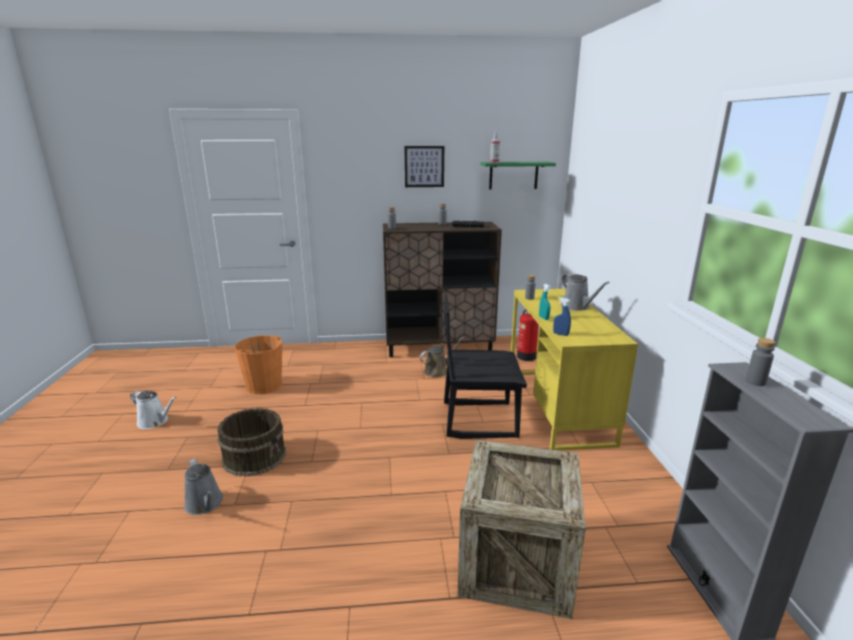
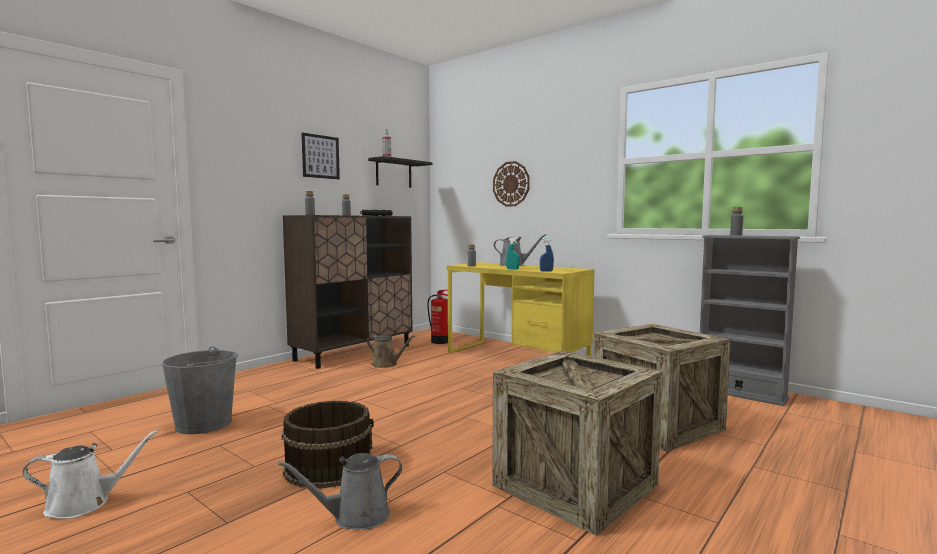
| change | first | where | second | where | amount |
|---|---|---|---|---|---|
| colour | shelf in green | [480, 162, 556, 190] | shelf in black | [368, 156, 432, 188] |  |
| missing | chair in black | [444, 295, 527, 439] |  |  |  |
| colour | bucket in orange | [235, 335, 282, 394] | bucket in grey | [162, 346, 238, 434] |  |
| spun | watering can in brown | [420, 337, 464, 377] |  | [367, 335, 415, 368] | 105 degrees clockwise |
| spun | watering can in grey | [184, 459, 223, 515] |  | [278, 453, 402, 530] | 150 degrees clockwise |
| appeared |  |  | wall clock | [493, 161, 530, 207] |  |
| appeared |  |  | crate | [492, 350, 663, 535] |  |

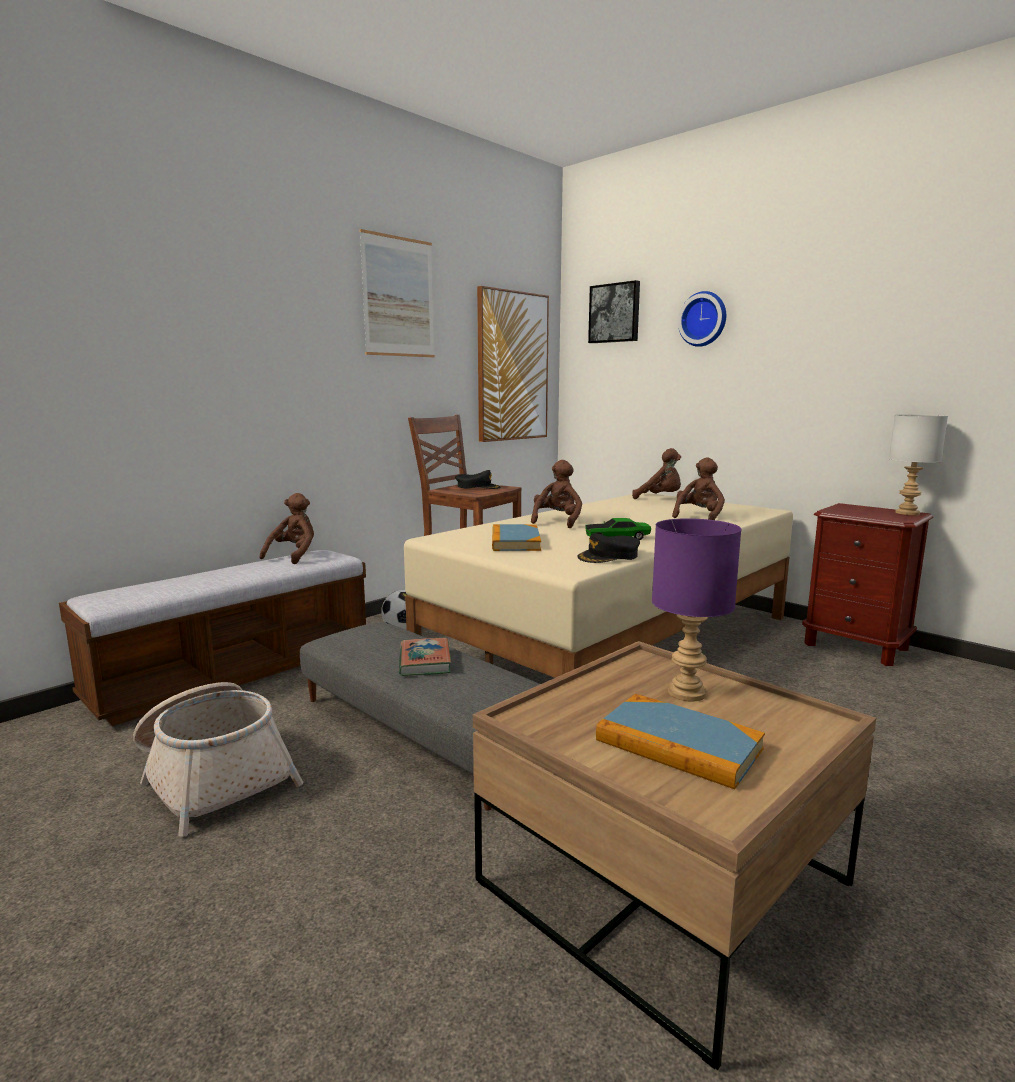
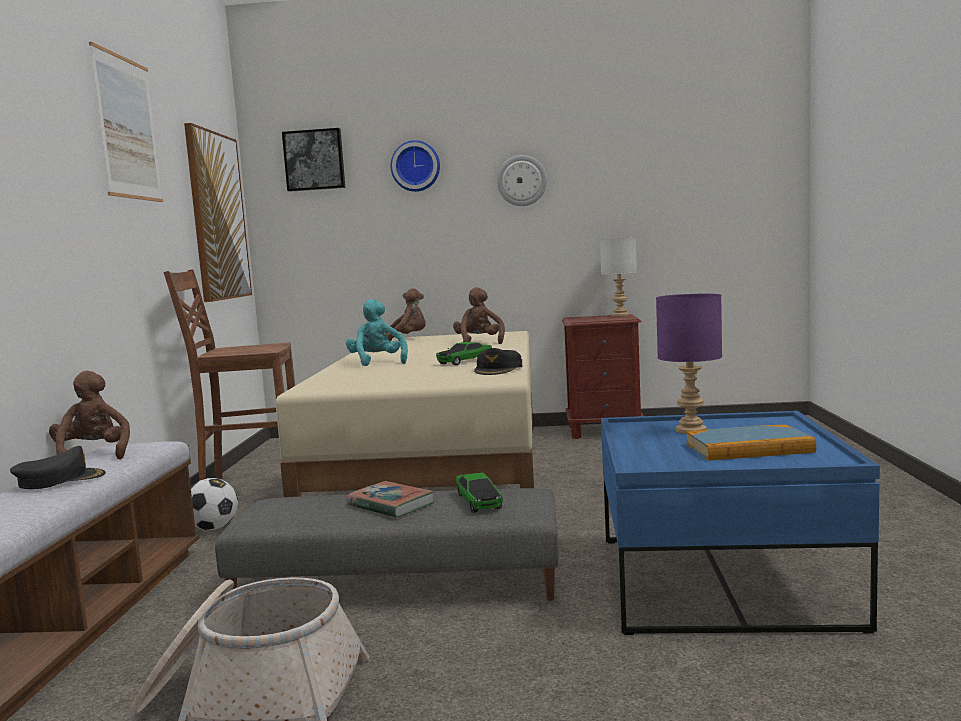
| change | first | where | second | where | amount |
|---|---|---|---|---|---|
| colour | plush toy in brown | [531, 460, 582, 528] | plush toy in turquoise | [346, 299, 408, 366] |  |
| relocated | cap in black | [455, 470, 500, 489] |  | [10, 446, 106, 489] |  |
| missing | book | [492, 524, 541, 551] |  |  |  |
| colour | coffee table in brown | [473, 641, 876, 1070] | coffee table in blue | [601, 411, 880, 635] |  |
| appeared |  |  | wall clock | [497, 155, 547, 206] |  |
| appeared |  |  | toy car | [456, 473, 503, 513] |  |

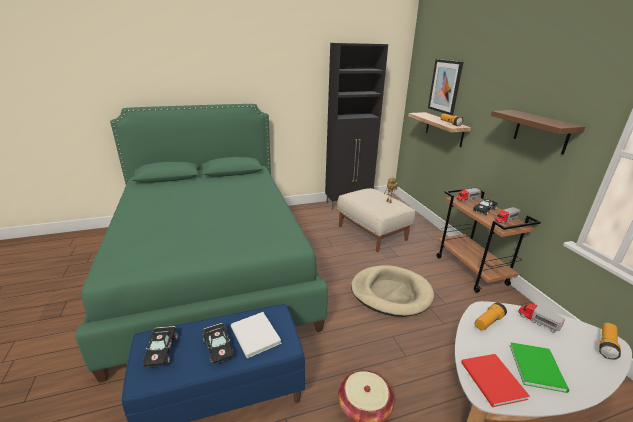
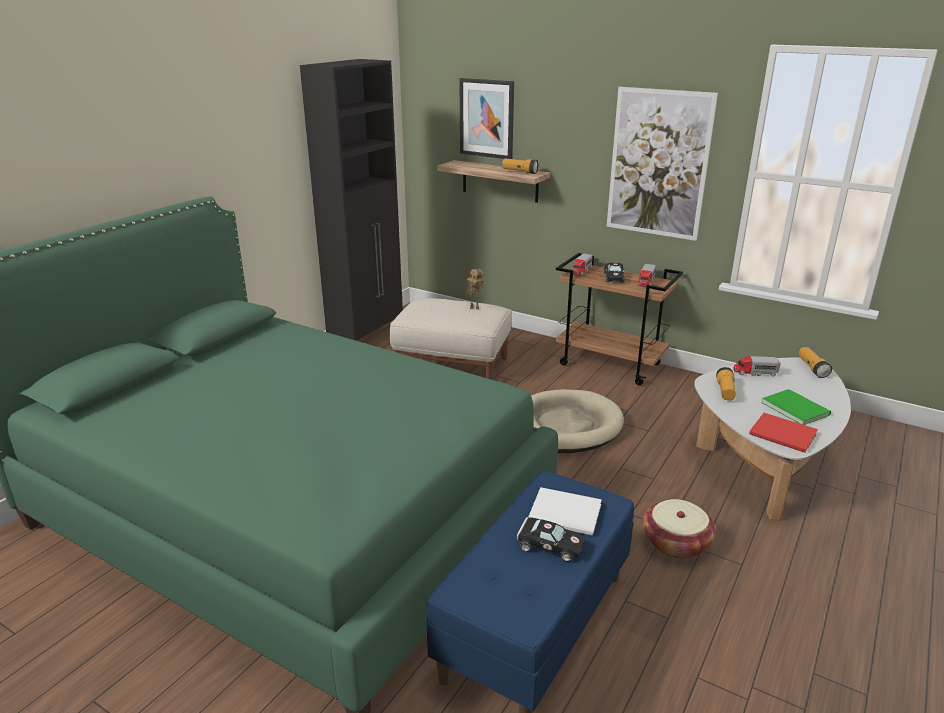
| change | first | where | second | where | amount |
|---|---|---|---|---|---|
| exchanged | shelf in brown | [491, 110, 585, 154] | picture | [607, 87, 718, 241] |  |
| missing | toy car in black | [143, 326, 178, 367] |  |  |  |

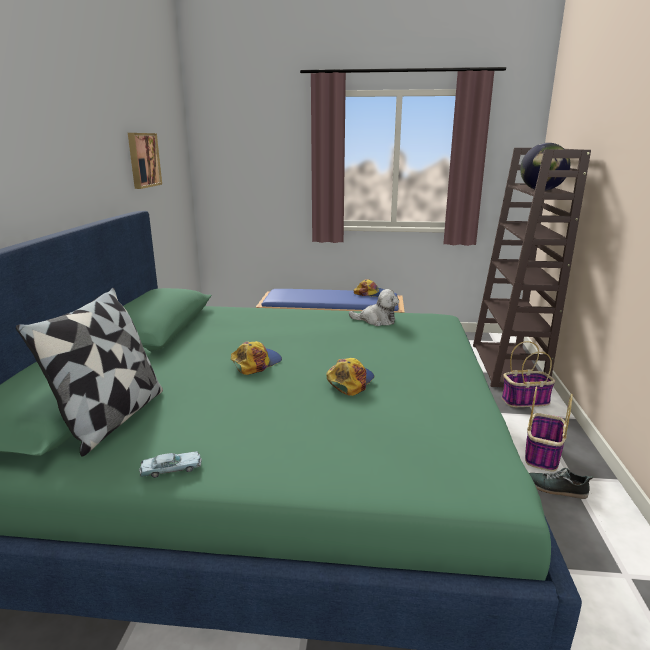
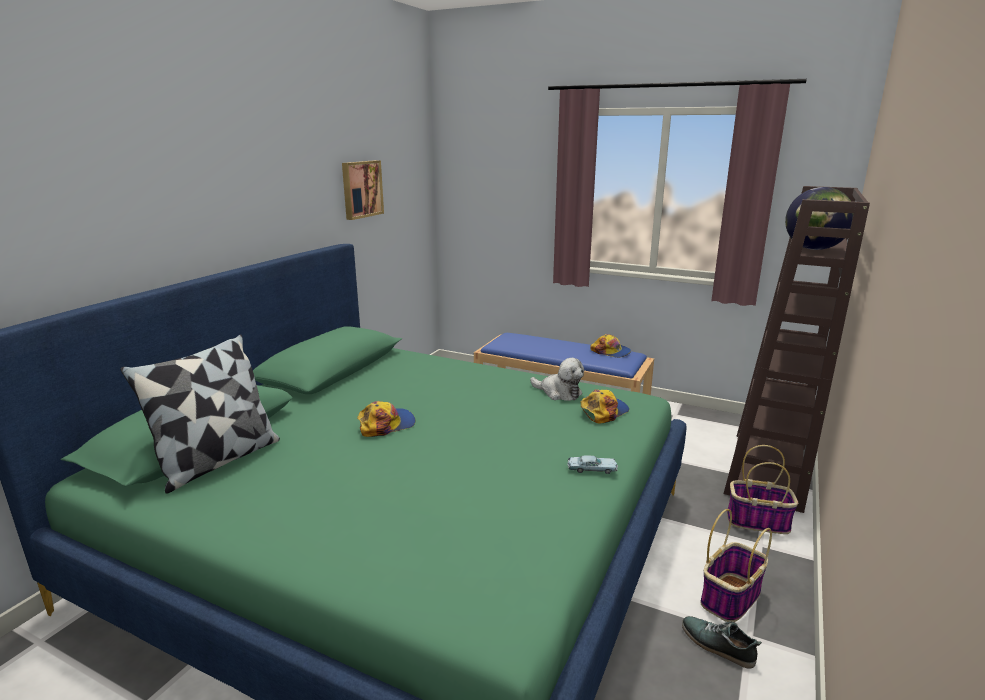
| change | first | where | second | where | amount |
|---|---|---|---|---|---|
| relocated | cap | [326, 358, 374, 396] |  | [581, 389, 629, 424] |  |
| relocated | toy car in blue | [139, 451, 202, 478] |  | [567, 456, 618, 474] |  |

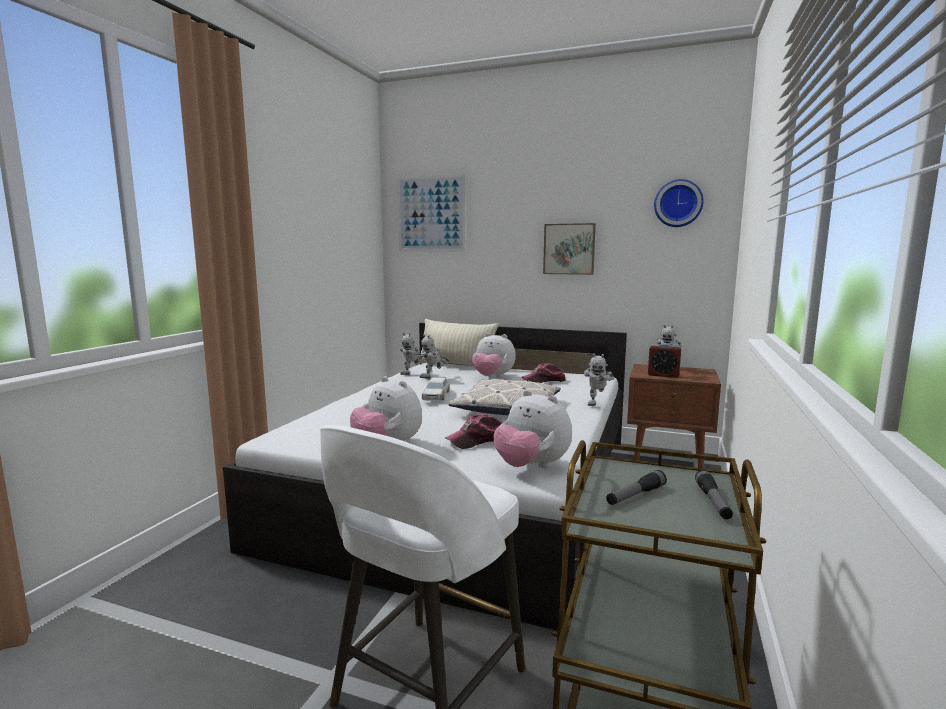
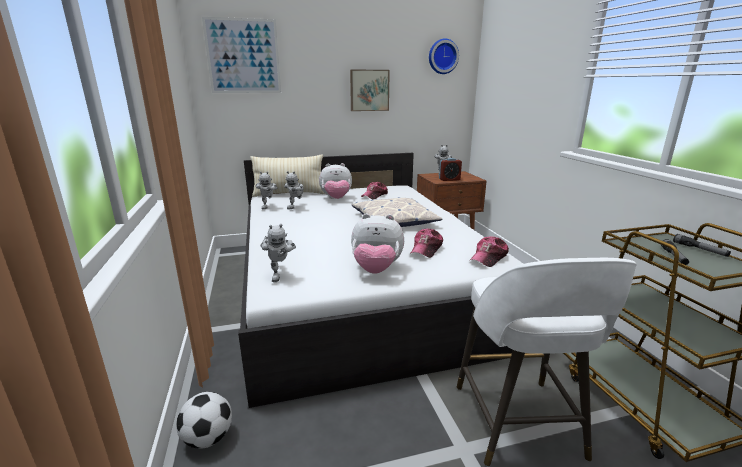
| change | first | where | second | where | amount |
|---|---|---|---|---|---|
| relocated | toy robot | [584, 353, 614, 406] |  | [261, 224, 296, 282] |  |
| missing | toy car | [422, 377, 450, 401] |  |  |  |
| exchanged | plush toy | [493, 390, 572, 468] | cap | [469, 236, 509, 267] |  |
| appeared |  |  | football | [177, 392, 232, 449] |  |

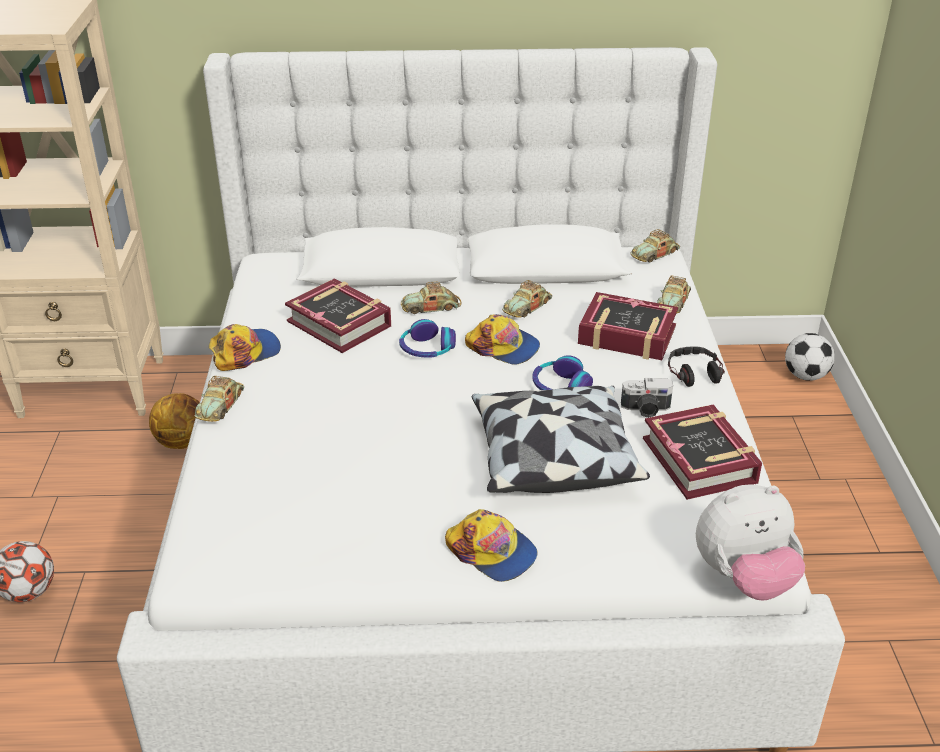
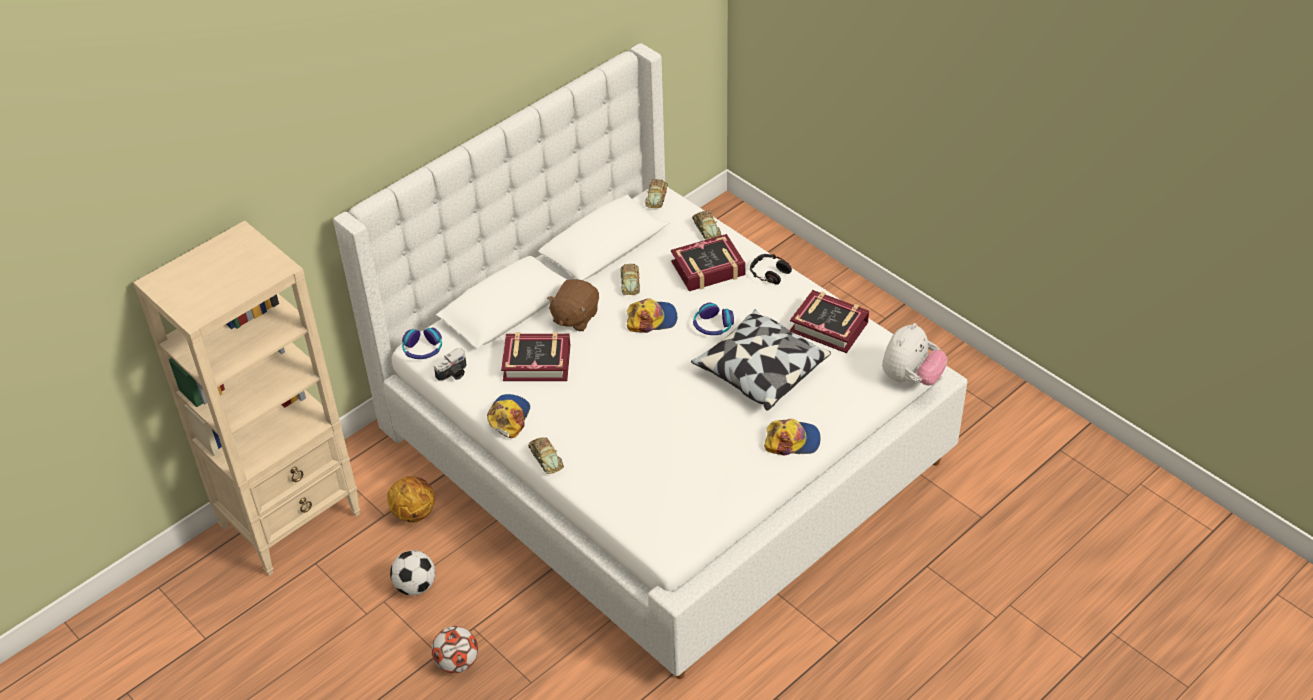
| change | first | where | second | where | amount |
|---|---|---|---|---|---|
| exchanged | toy car | [401, 282, 461, 314] | plush toy in brown | [547, 279, 599, 331] |  |
| relocated | headphones | [399, 319, 456, 358] |  | [402, 327, 442, 359] |  |
| relocated | football | [785, 333, 835, 381] |  | [390, 550, 435, 596] |  |
| relocated | photo camera | [621, 378, 673, 418] |  | [434, 348, 467, 381] |  |

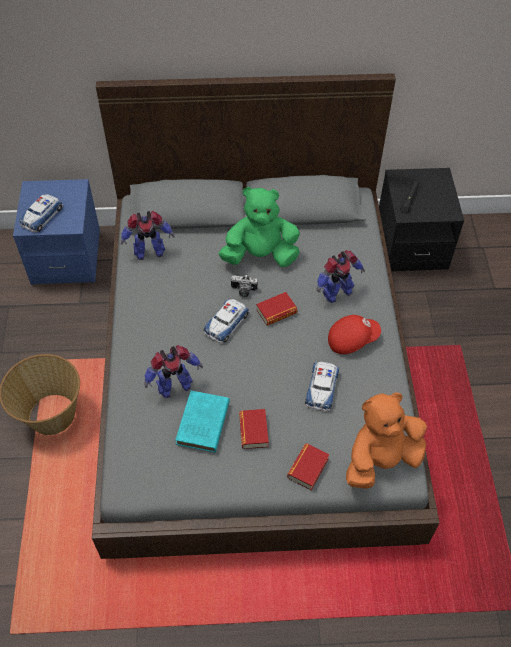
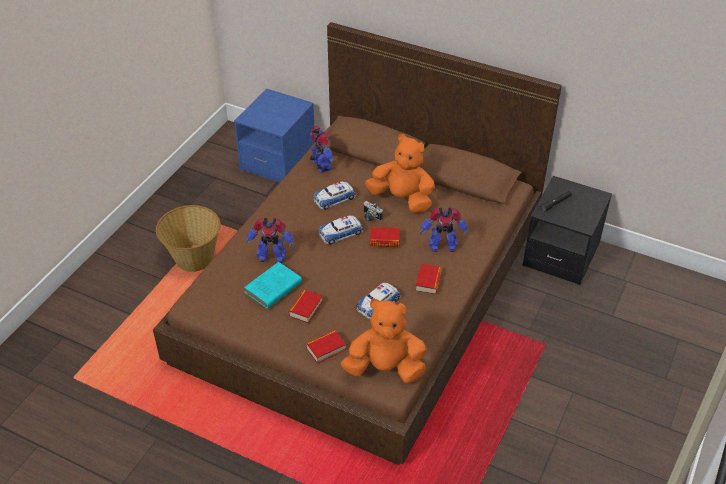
| change | first | where | second | where | amount |
|---|---|---|---|---|---|
| colour | bed in grey | [92, 73, 439, 559] | bed in brown | [153, 22, 562, 465] |  |
| colour | plush toy in green | [219, 187, 300, 267] | plush toy in orange | [365, 134, 435, 213] |  |
| relocated | toy car | [19, 194, 63, 233] |  | [313, 181, 356, 210] |  |
| spun | toy robot | [121, 211, 174, 260] |  | [310, 126, 334, 173] | 135 degrees counterclockwise |
| exchanged | cap in red | [328, 315, 381, 354] | book | [415, 264, 442, 294] |  |

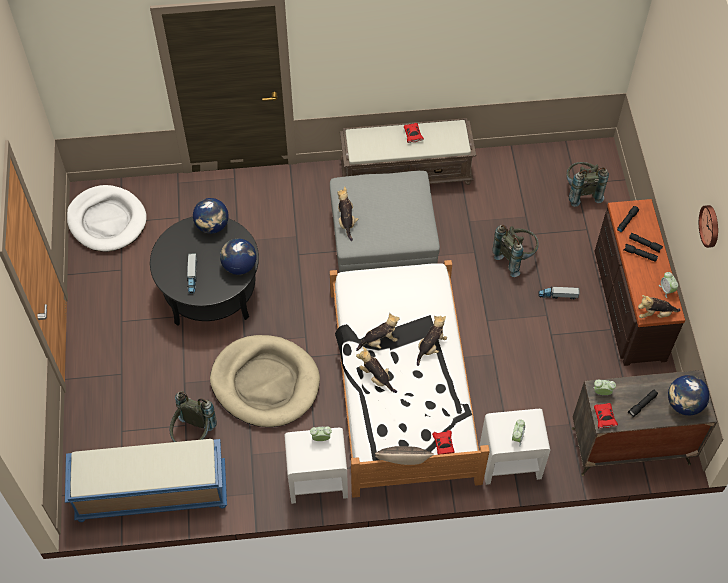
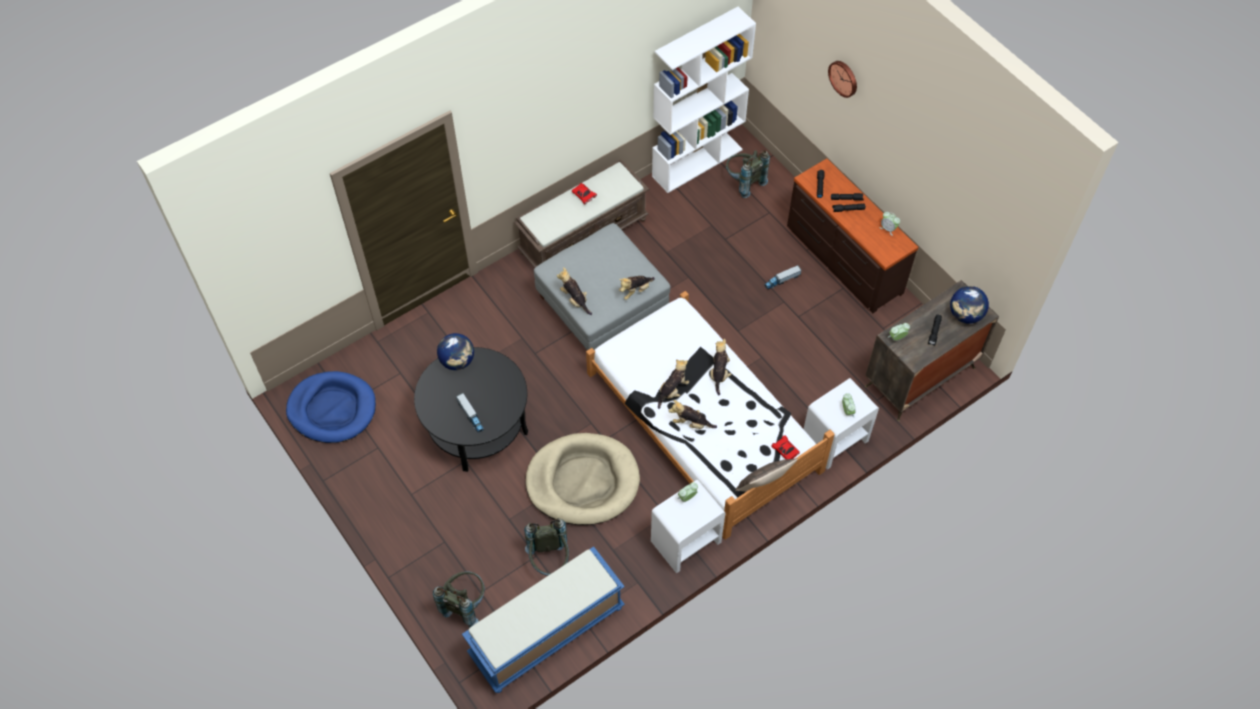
| change | first | where | second | where | amount |
|---|---|---|---|---|---|
| colour | dog bed in white | [67, 185, 147, 252] | dog bed in blue | [286, 371, 376, 443] |  |
| relocated | wall clock | [699, 205, 718, 248] |  | [828, 61, 857, 98] |  |
| relocated | backpack in grey | [493, 225, 539, 277] |  | [433, 571, 485, 628] |  |
| missing | globe | [220, 238, 257, 275] |  |  |  |
| relocated | plush toy | [638, 295, 680, 318] |  | [619, 276, 655, 300] |  |
| missing | toy car in red | [594, 403, 618, 429] |  |  |  |
| appeared |  |  | bookcase in white | [652, 7, 756, 193] |  |

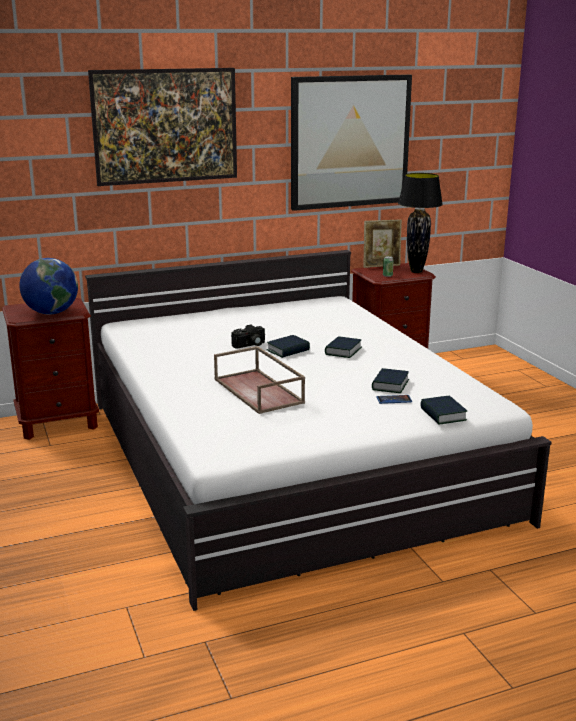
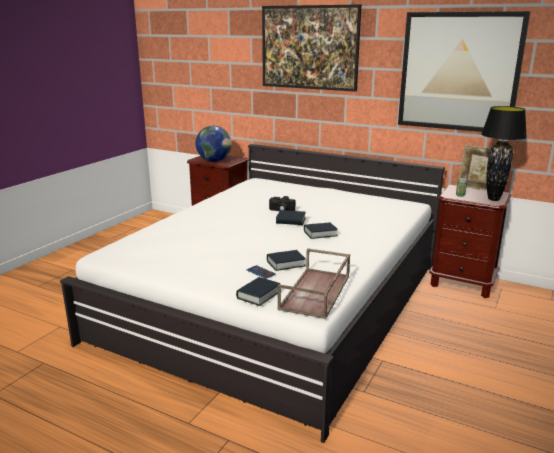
| change | first | where | second | where | amount |
|---|---|---|---|---|---|
| relocated | tray in brown | [214, 346, 305, 414] |  | [277, 248, 350, 319] |  |

